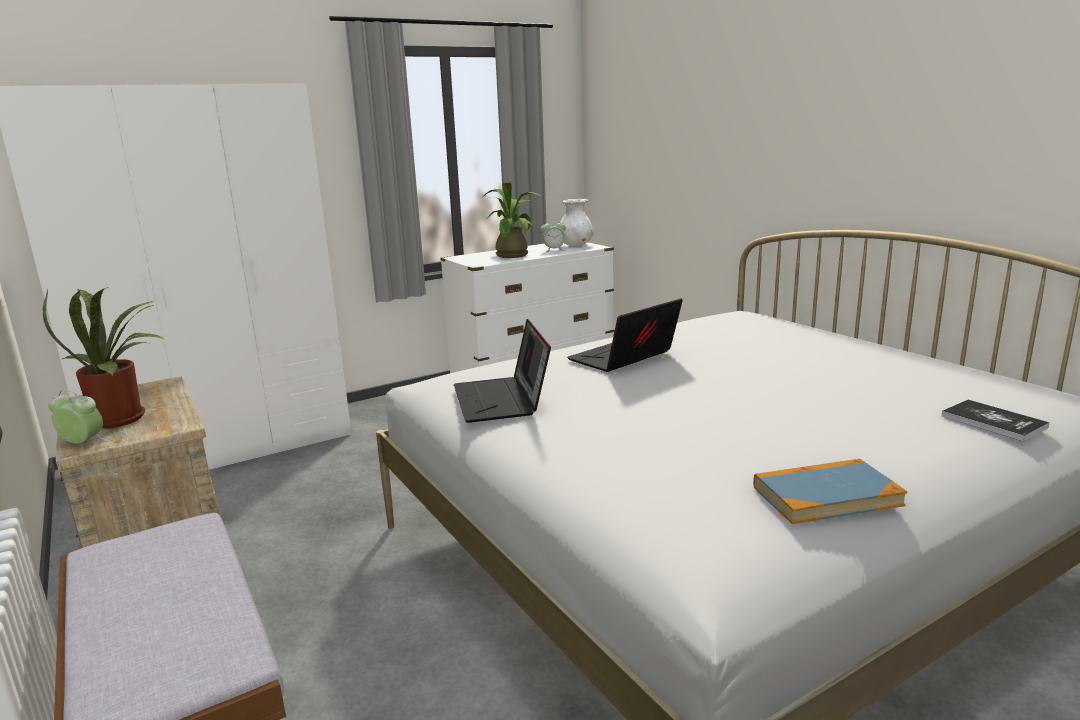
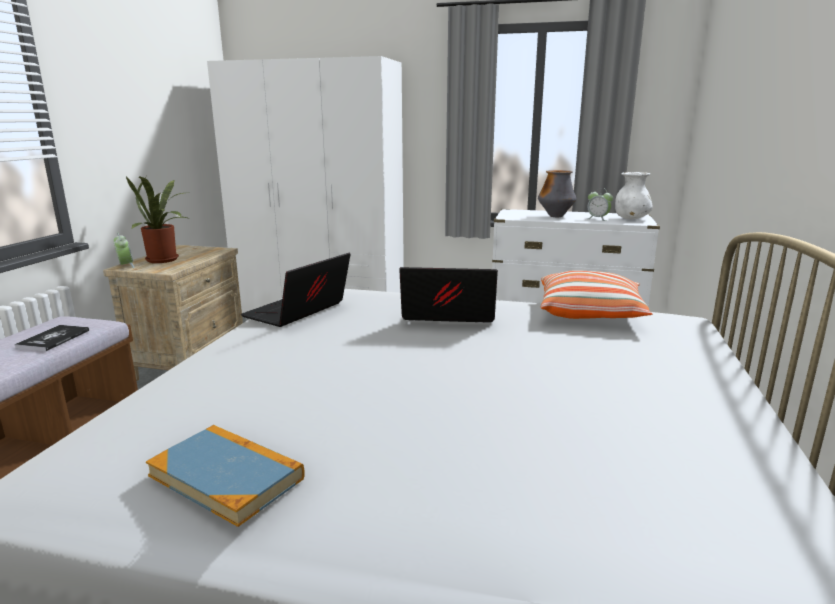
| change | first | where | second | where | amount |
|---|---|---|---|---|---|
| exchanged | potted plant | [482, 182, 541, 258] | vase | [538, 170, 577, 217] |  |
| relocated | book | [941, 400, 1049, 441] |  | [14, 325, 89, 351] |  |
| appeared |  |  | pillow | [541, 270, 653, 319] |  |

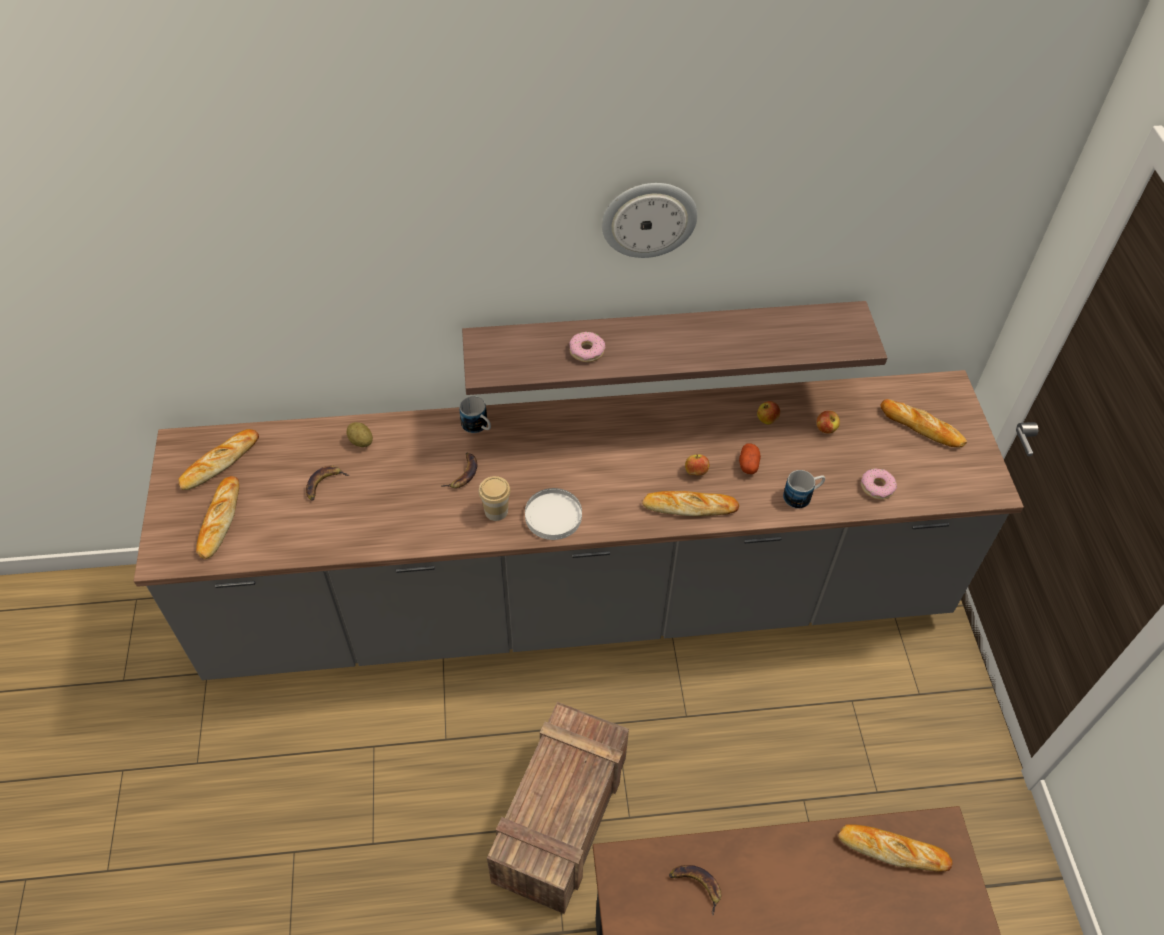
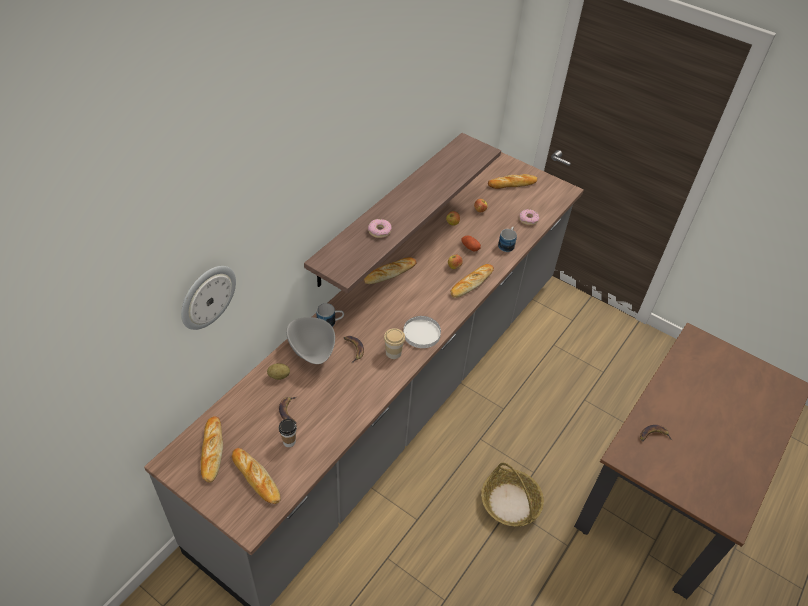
| change | first | where | second | where | amount |
|---|---|---|---|---|---|
| relocated | wall clock | [602, 183, 698, 258] |  | [181, 266, 236, 330] |  |
| exchanged | crate | [487, 702, 629, 914] | basket | [481, 463, 544, 527] |  |
| relocated | bread | [838, 824, 952, 872] |  | [364, 257, 416, 284] |  |
| appeared |  |  | bowl in grey | [286, 317, 335, 364] |  |
| appeared |  |  | cup | [279, 419, 297, 447] |  |

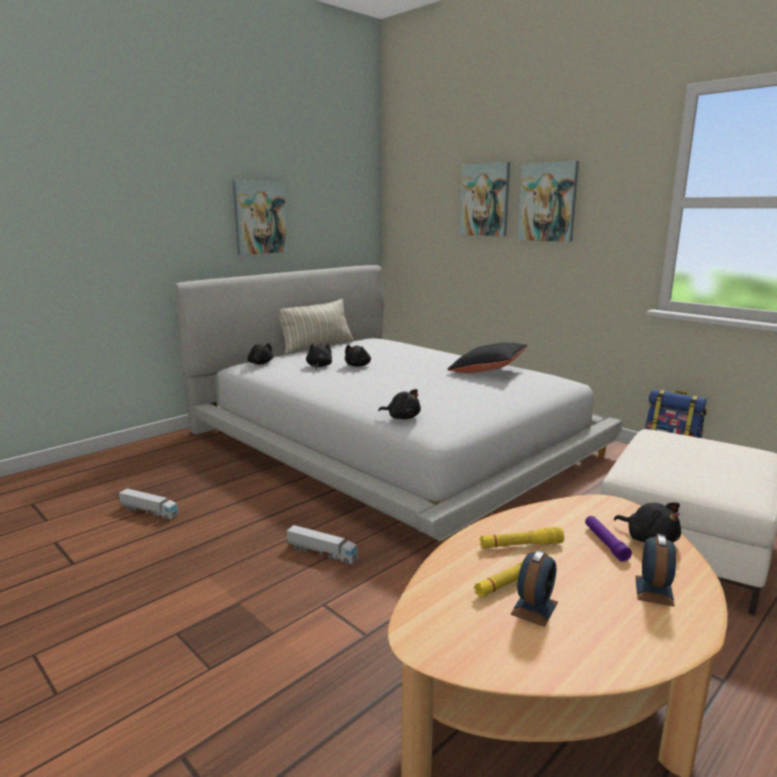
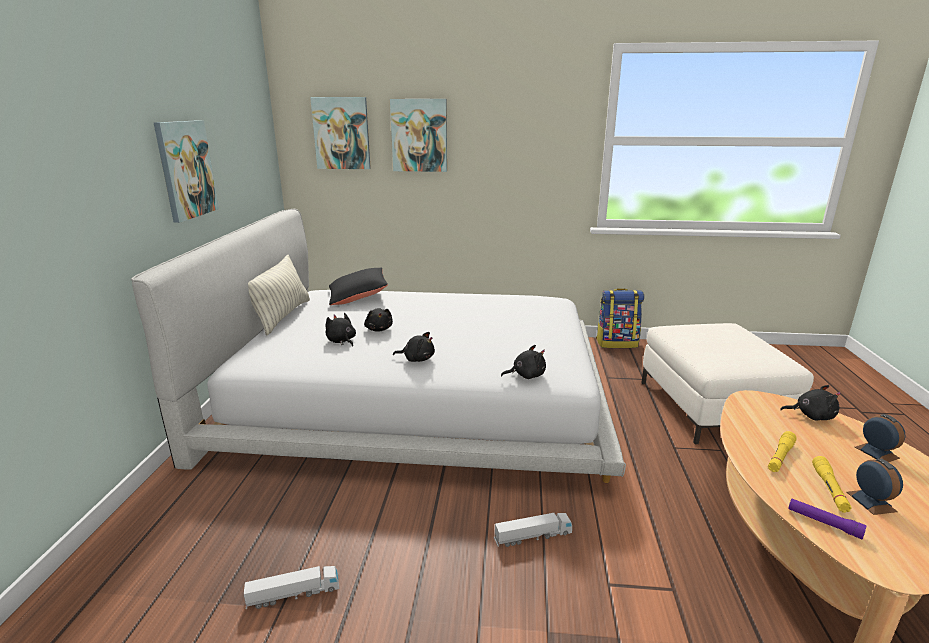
| change | first | where | second | where | amount |
|---|---|---|---|---|---|
| relocated | picture | [517, 161, 579, 242] |  | [310, 97, 371, 169] |  |
| relocated | pillow in black | [447, 342, 528, 373] |  | [329, 267, 388, 305] |  |
| relocated | plush toy in black | [247, 343, 273, 364] |  | [393, 332, 435, 362] |  |
| relocated | flashlight in purple | [585, 516, 632, 562] |  | [788, 499, 866, 539] |  |

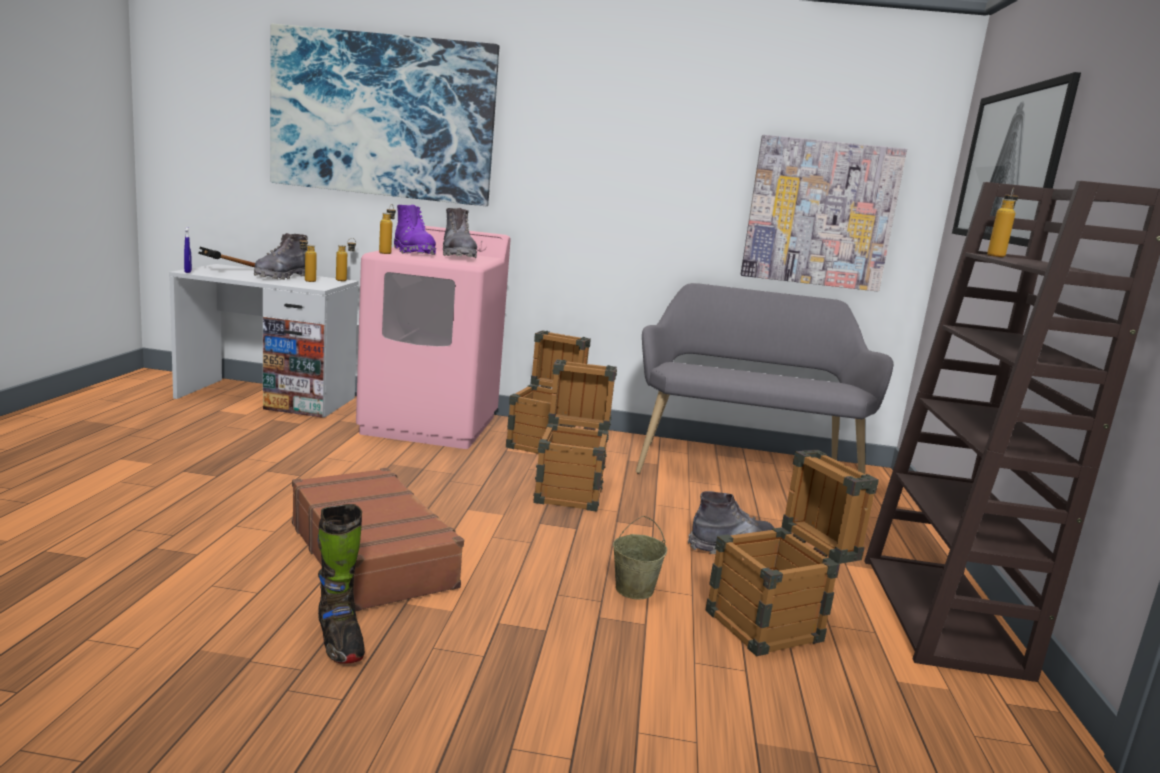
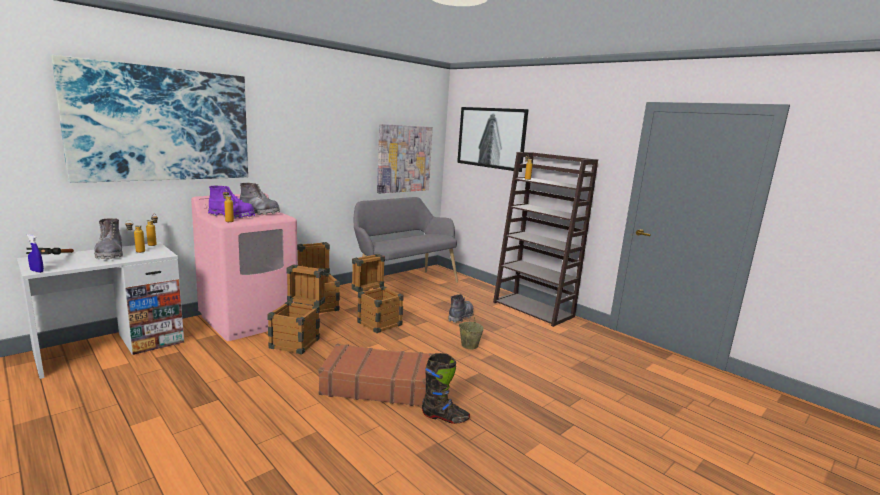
| change | first | where | second | where | amount |
|---|---|---|---|---|---|
| relocated | crate | [705, 450, 879, 656] |  | [267, 265, 325, 354] |  |

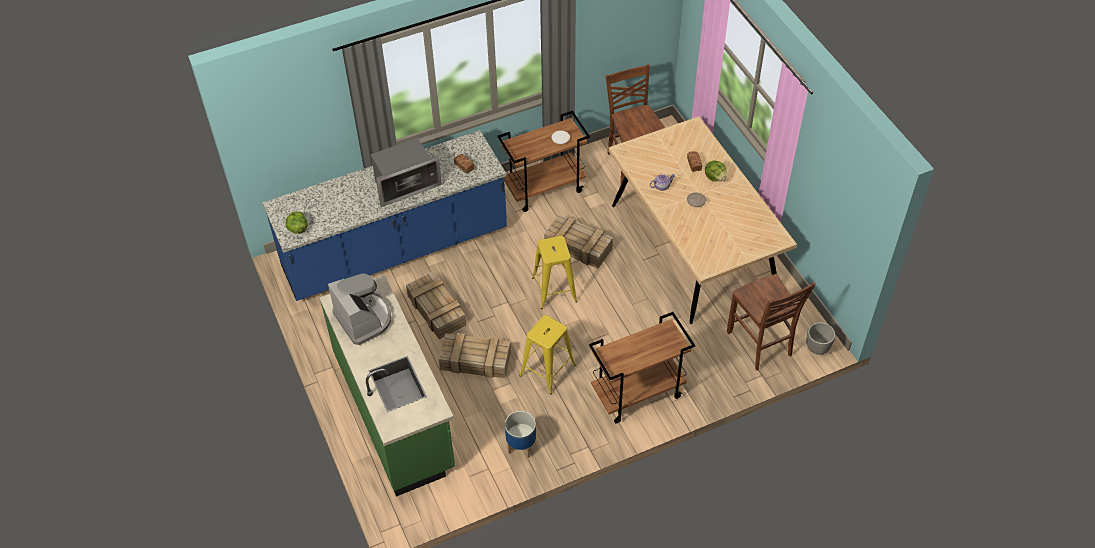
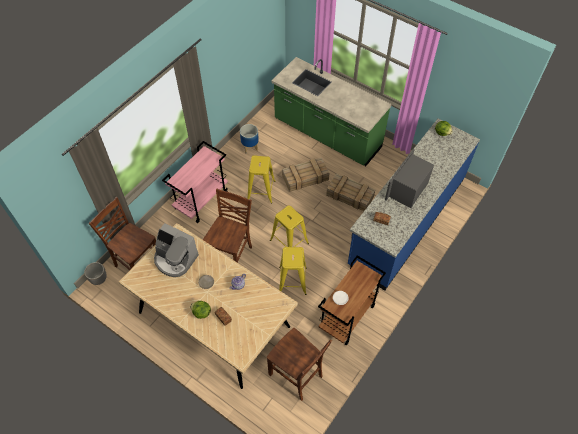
| change | first | where | second | where | amount |
|---|---|---|---|---|---|
| exchanged | crate | [544, 214, 613, 269] | stool in yellow | [279, 247, 307, 295] |  |
| relocated | coffee machine | [328, 273, 391, 345] |  | [154, 223, 199, 277] |  |
| colour | cart in brown | [589, 312, 695, 424] | cart in pink | [162, 141, 228, 223] |  |
| appeared |  |  | chair in brown | [203, 189, 252, 263] |  |

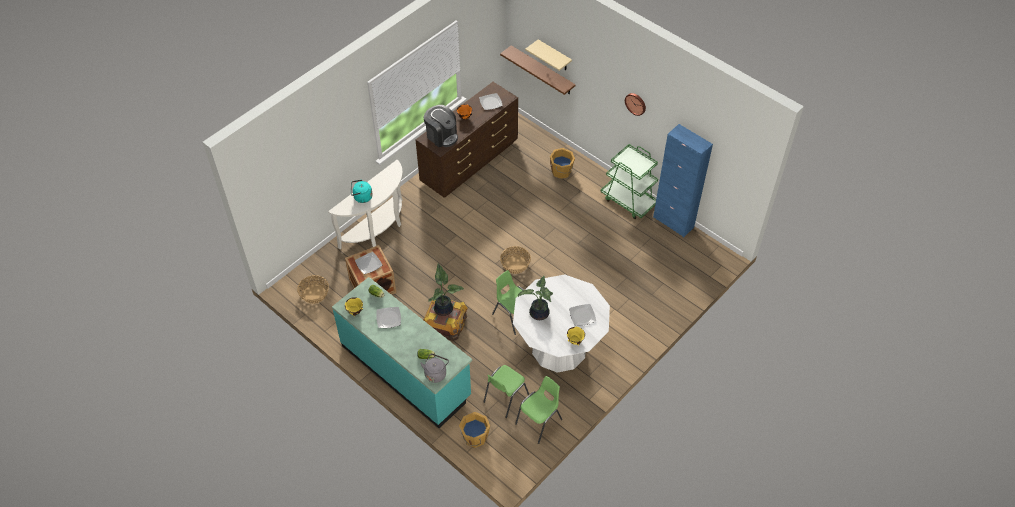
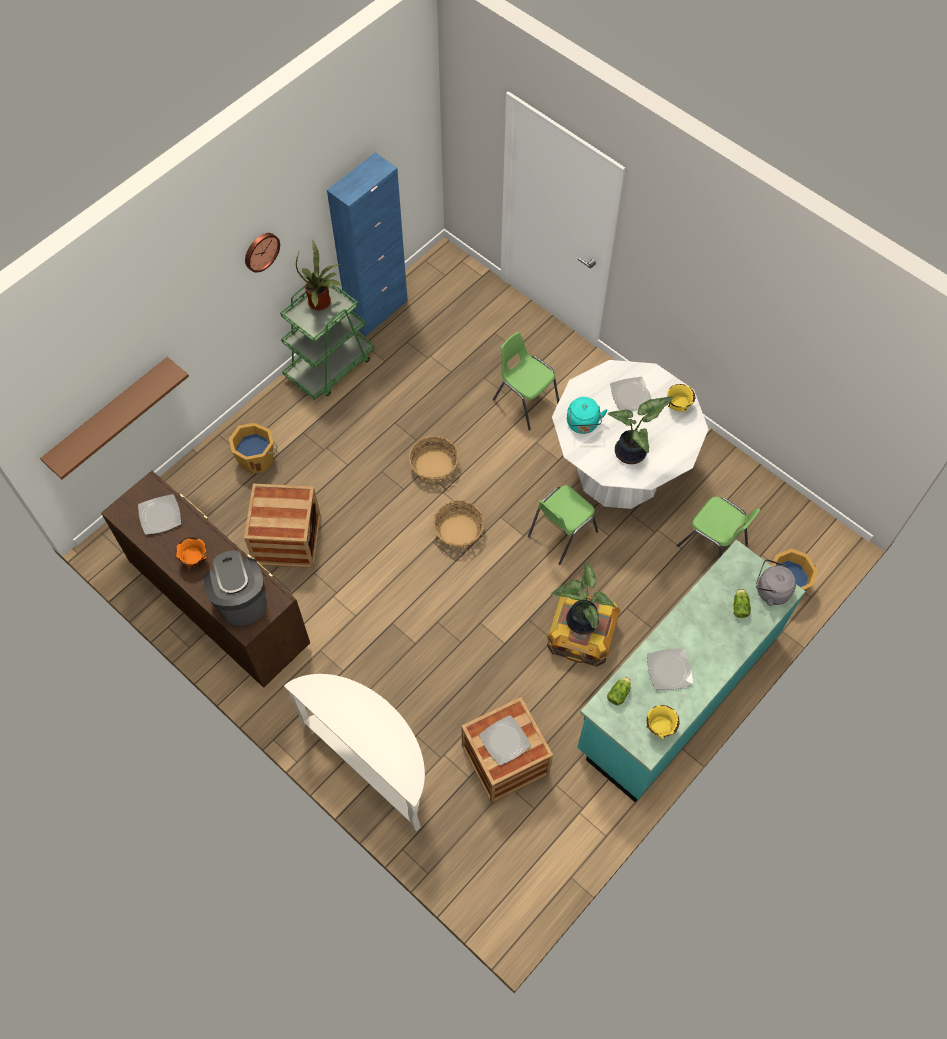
| change | first | where | second | where | amount |
|---|---|---|---|---|---|
| missing | shelf in beige | [525, 40, 572, 71] |  |  |  |
| spun | coffee machine | [424, 105, 458, 147] |  | [204, 551, 267, 626] | 60 degrees counterclockwise |
| relocated | kettle in turquoise | [351, 180, 373, 203] |  | [567, 397, 608, 434] |  |
| relocated | basket | [297, 275, 329, 304] |  | [409, 436, 459, 482] |  |
| relocated | chair in green | [515, 376, 562, 444] |  | [493, 332, 559, 430] |  |
| appeared |  |  | potted plant | [296, 240, 341, 310] |  |
| appeared |  |  | crate | [244, 484, 321, 568] |  |

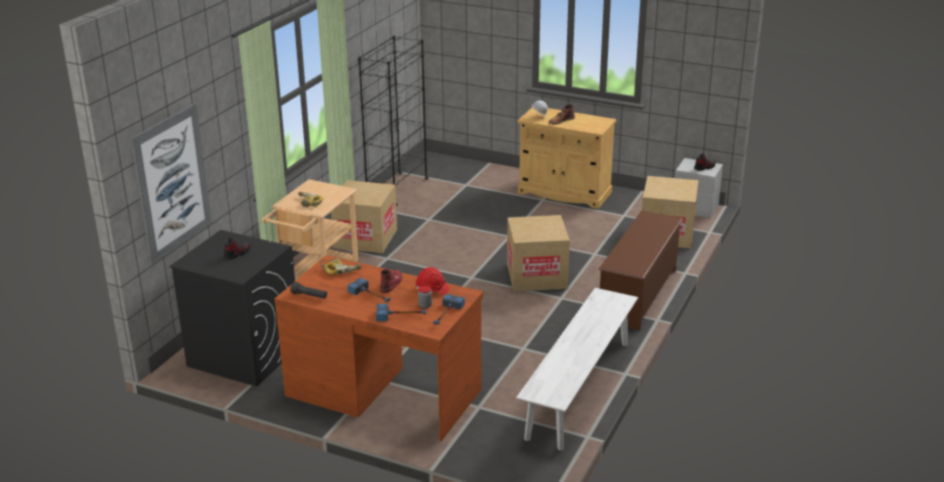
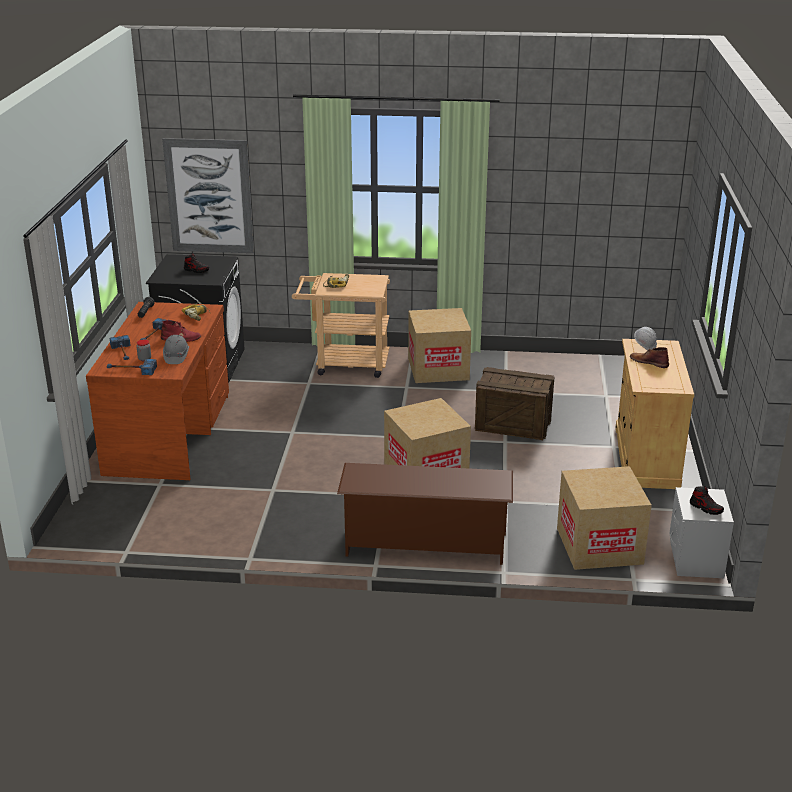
| change | first | where | second | where | amount |
|---|---|---|---|---|---|
| missing | bookcase in black | [358, 36, 429, 207] |  |  |  |
| colour | hard hat in red | [416, 267, 450, 295] | hard hat in grey | [163, 335, 189, 364] |  |
| missing | bench in white | [516, 288, 638, 451] |  |  |  |
| appeared |  |  | crate | [475, 367, 554, 440] |  |

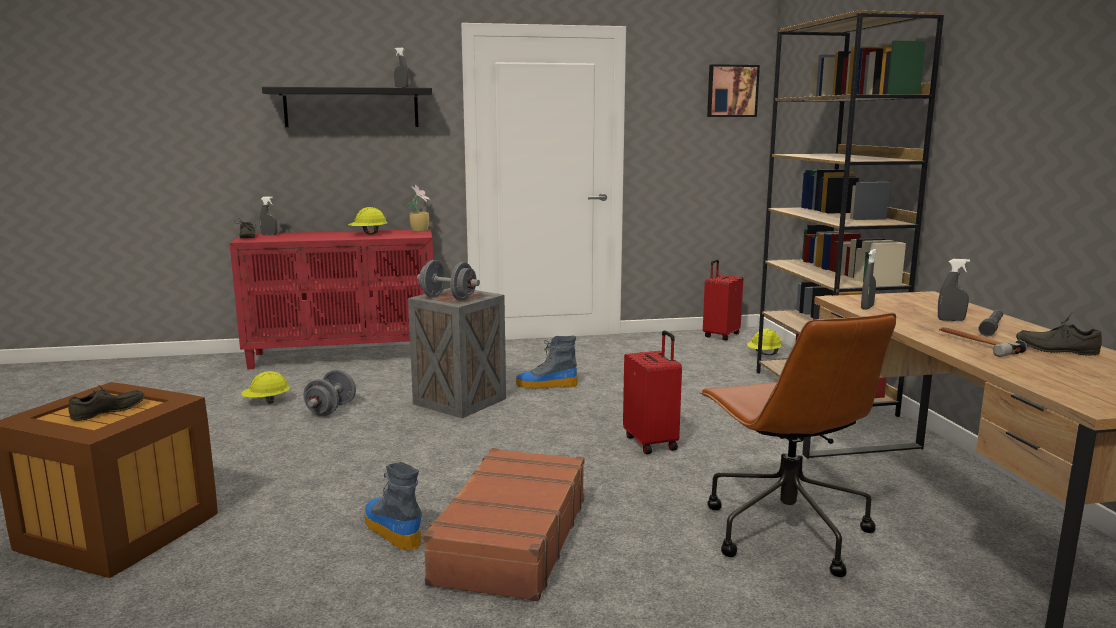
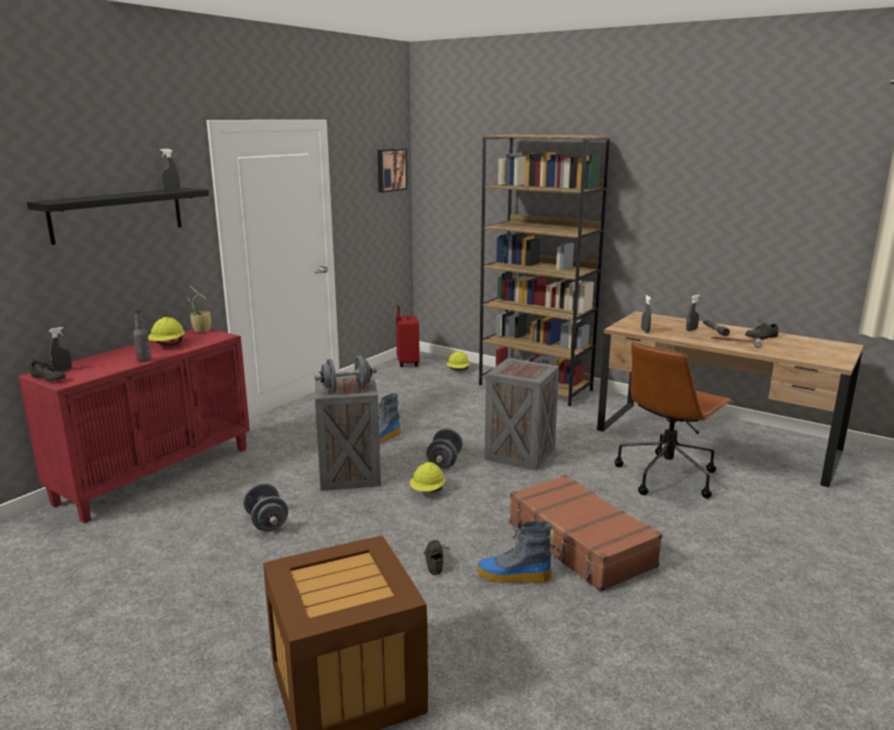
| change | first | where | second | where | amount |
|---|---|---|---|---|---|
| spun | office chair in brown | [699, 313, 896, 577] |  | [615, 342, 733, 498] | 105 degrees clockwise |
| exchanged | suitcase in red | [623, 330, 682, 454] | crate | [484, 358, 559, 471] |  |
| relocated | hard hat in yellow | [241, 371, 290, 404] |  | [410, 462, 445, 492] |  |
| relocated | shoe in grey | [69, 385, 144, 421] |  | [424, 540, 450, 575] |  |
| appeared |  |  | bottle | [133, 310, 151, 362] |  |
| appeared |  |  | dumbbell in grey | [426, 428, 463, 469] |  |

